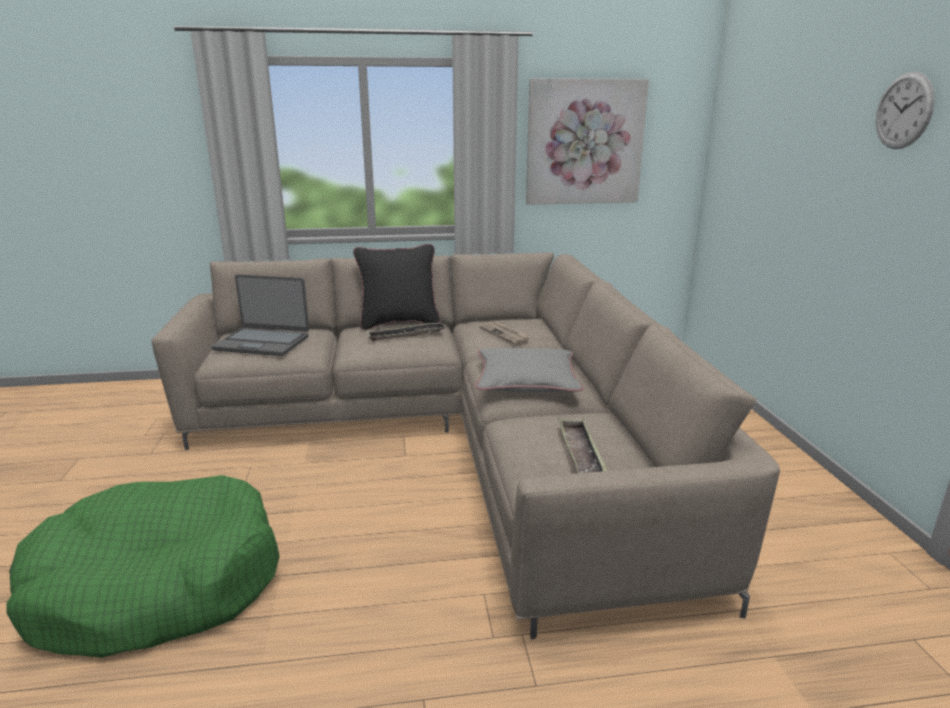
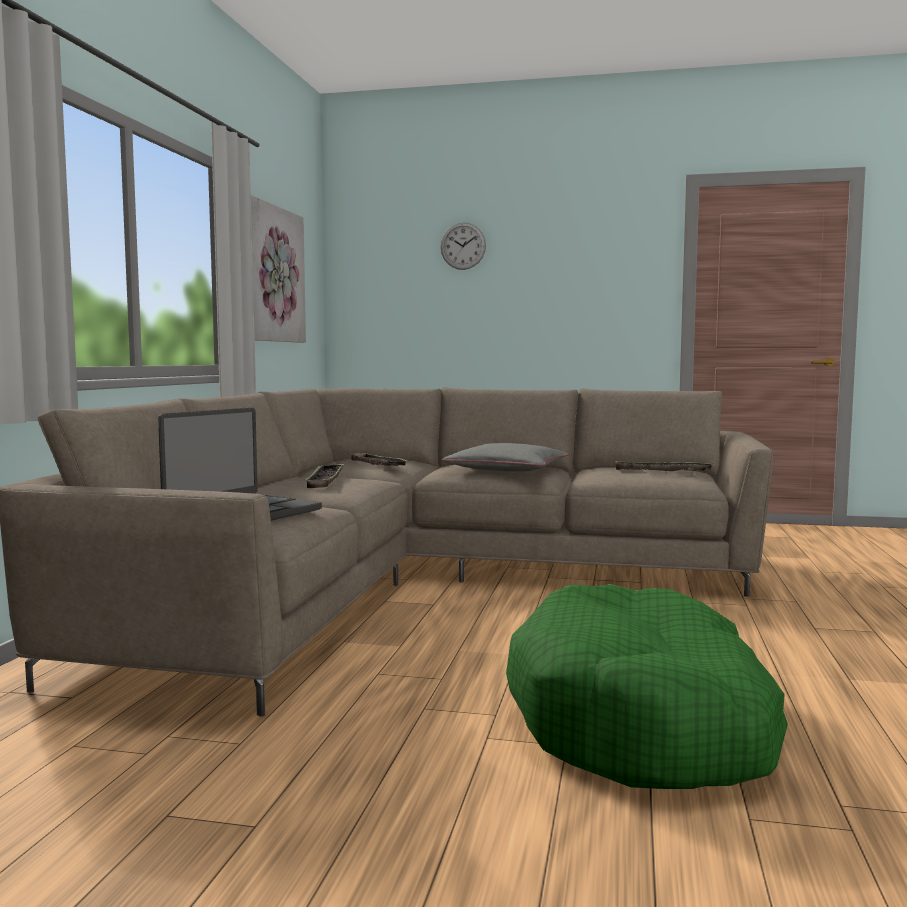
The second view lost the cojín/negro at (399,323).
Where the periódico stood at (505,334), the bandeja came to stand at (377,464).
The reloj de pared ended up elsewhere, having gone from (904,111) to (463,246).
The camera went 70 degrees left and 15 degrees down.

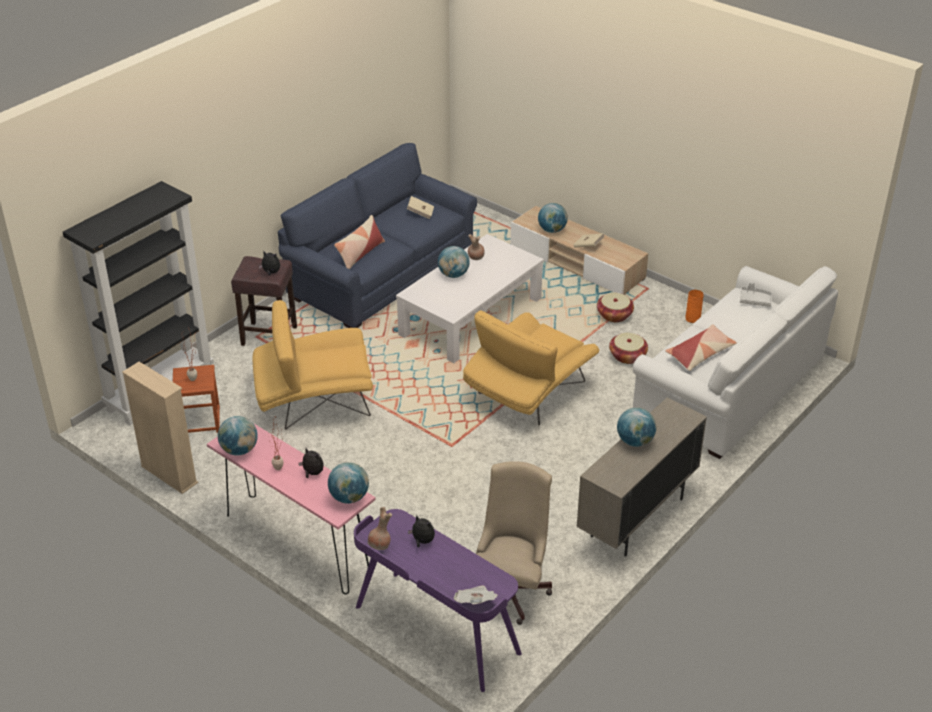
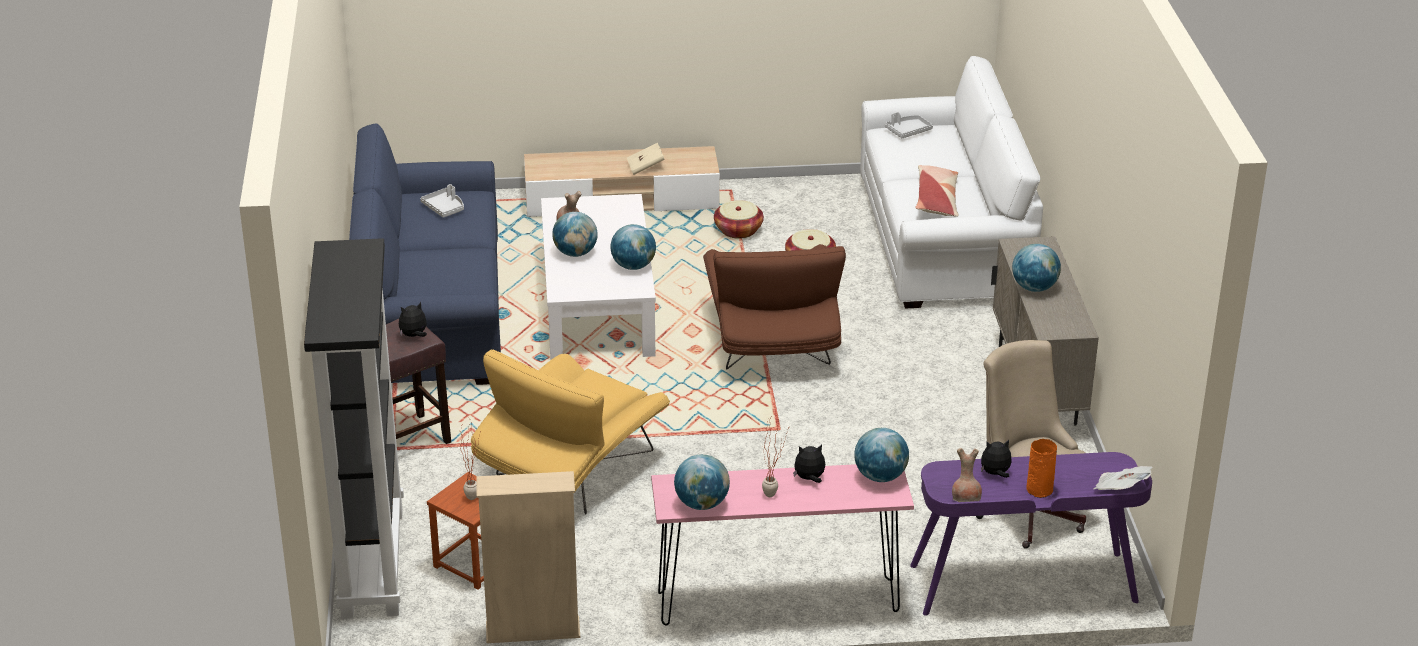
The second view lost the cojín at (360,254).
Where the libro/beis stood at (420,213), the bandeja/gris came to stand at (444,208).
What was the sillón/amarillo at (528,393) turned into the sillón/marrón at (773,343).
The globo terráqueo ended up elsewhere, having gone from (552,230) to (633,266).
The florero/naranja ended up elsewhere, having gone from (693,319) to (1040,489).
The camera went 45 degrees left and 5 degrees down.

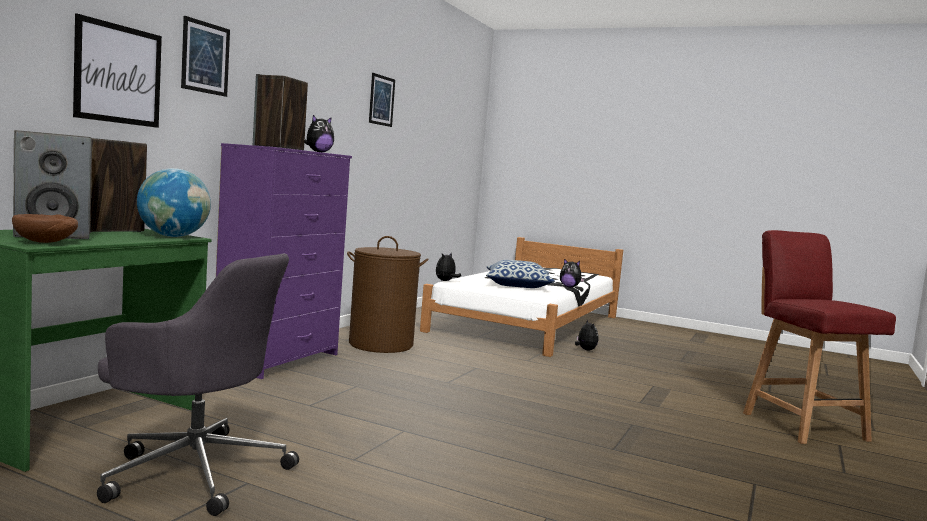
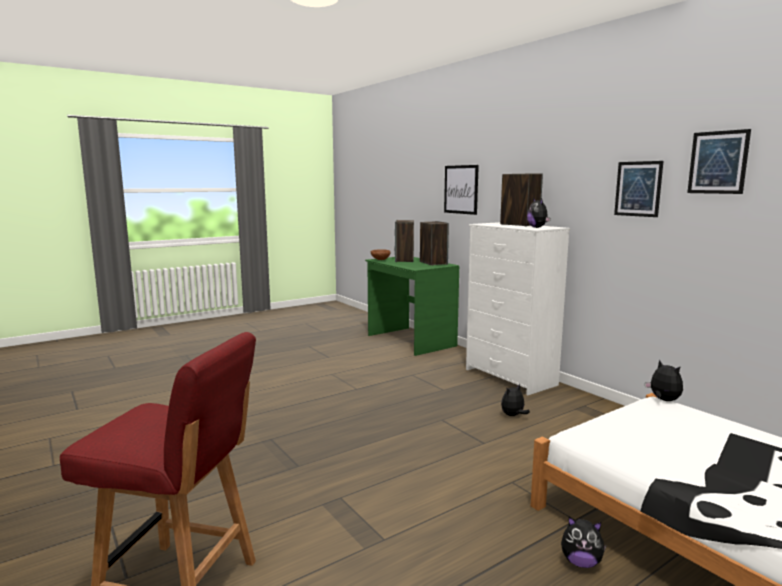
The second view lost the silla de oficina/gris at (194,471).
The second view lost the globo terráqueo at (173,236).
The cuadro ended up elsewhere, having gone from (205,57) to (638,189).
What was the cómoda/morado at (280,360) turned into the cómoda/blanco at (510,377).
The second view lost the cesto de la ropa/marrón at (381,344).
The second view lost the cojín at (517,286).
The peluche ended up elsewhere, having gone from (569,287) to (513,416).
The camera went 120 degrees right and 5 degrees up.

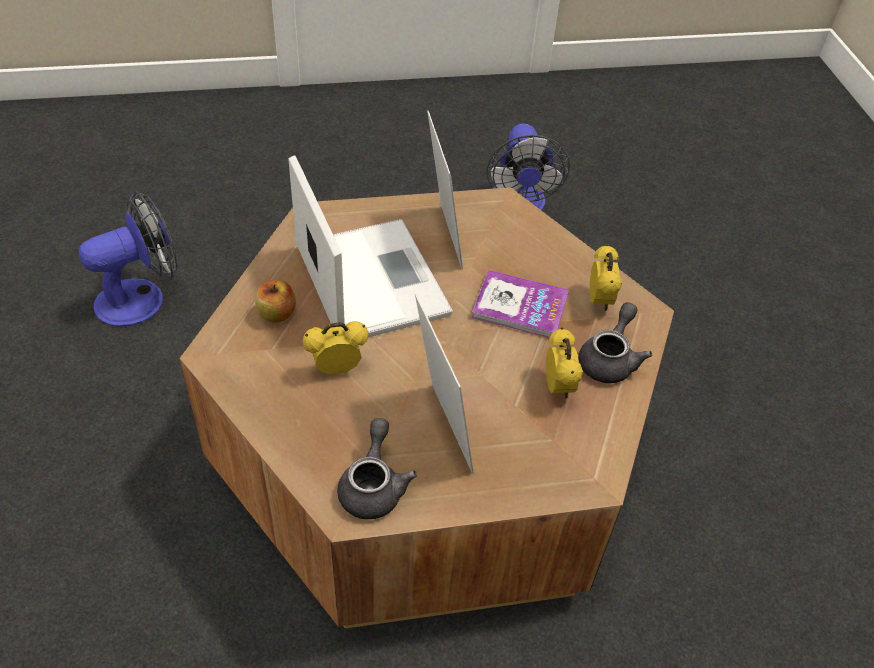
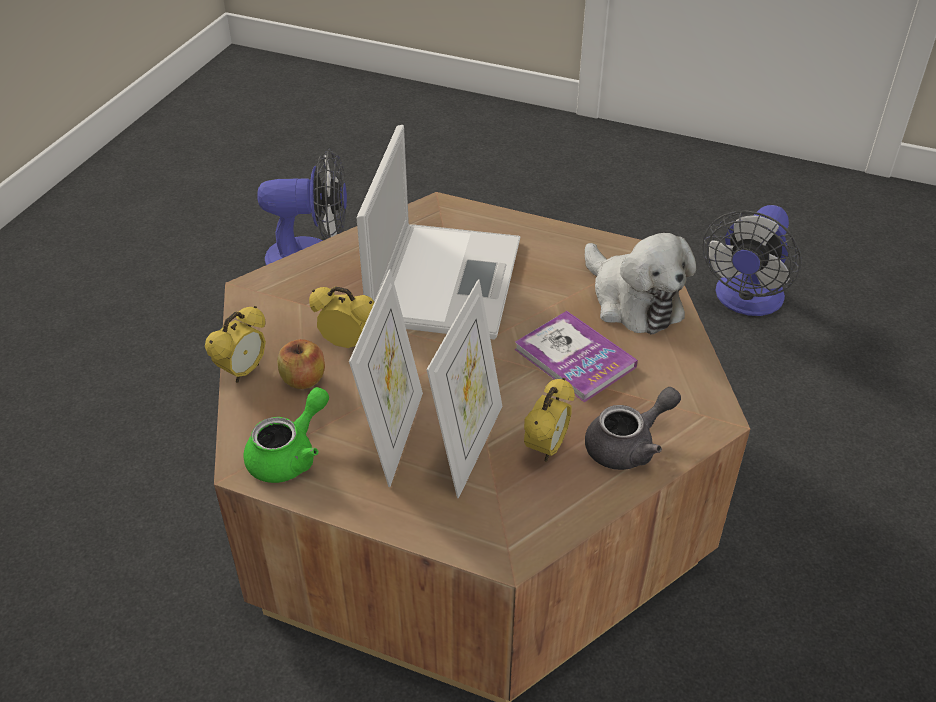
The manzana ended up elsewhere, having gone from (277,314) to (303,379).
What was the tetera/gris at (373,486) turned into the tetera/verde at (290,455).
The portarretratos ended up elsewhere, having gone from (442,237) to (468,446).
The despertador ended up elsewhere, having gone from (599,301) to (243,371).
The second view gained the peluche at (632,301).
The camera went 35 degrees right and 5 degrees down.

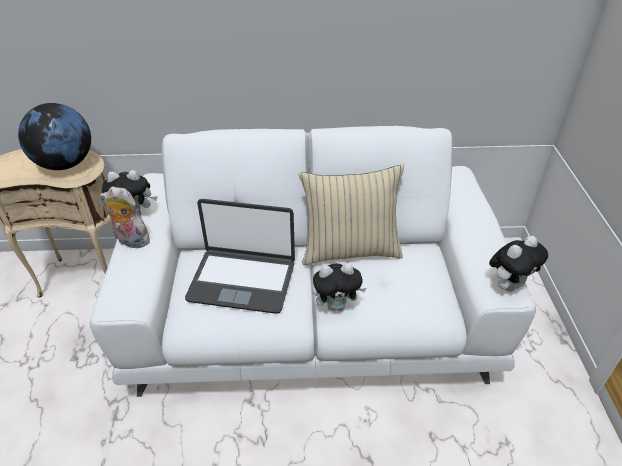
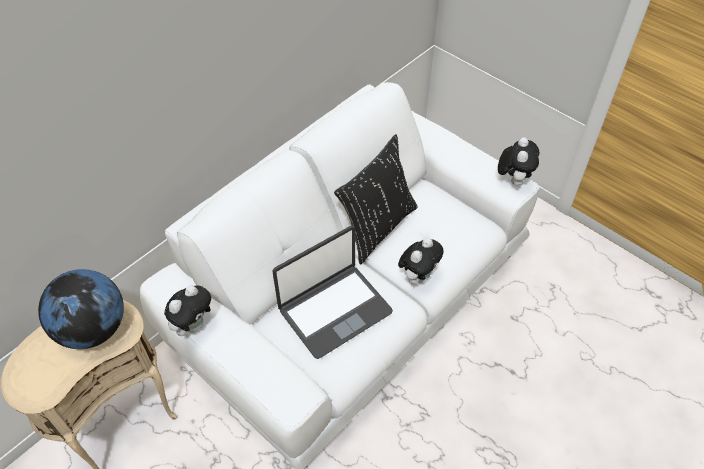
The second view lost the peluche at (131,241).
What was the cojín/beis at (350,250) turned into the cojín/negro at (377,227).
The camera went 45 degrees left and 10 degrees up.

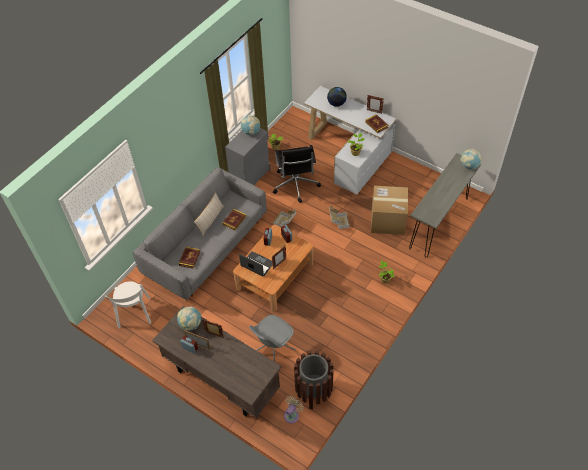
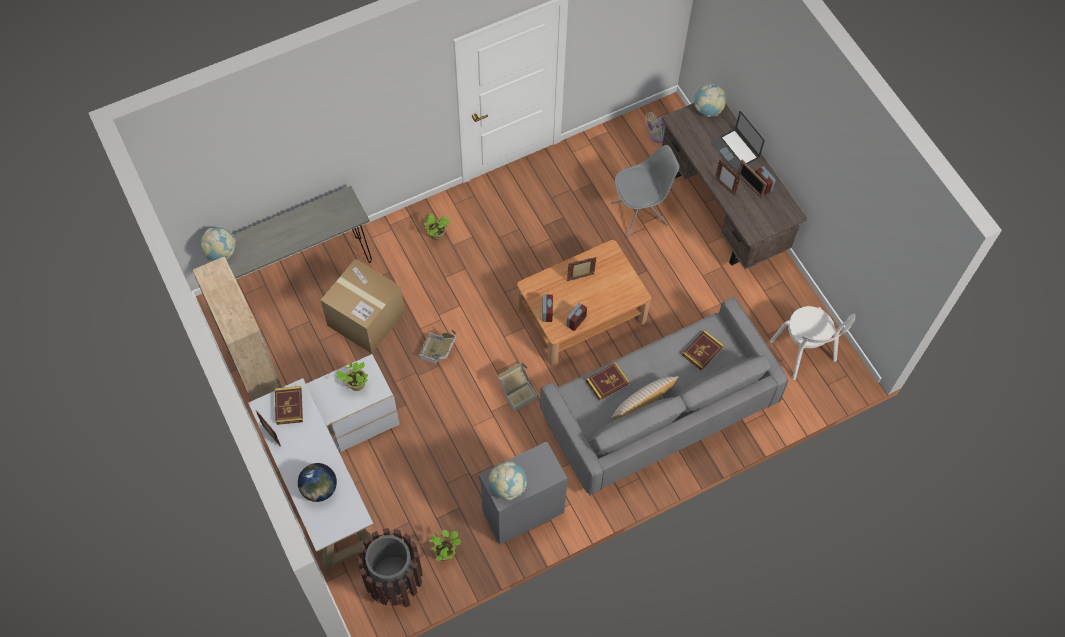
The silla/blanco at (134,314) ended up facing another way, 135 degrees clockwise from before.
The globo terráqueo ended up elsewhere, having gone from (190,324) to (708,110).
The portátil ended up elsewhere, having gone from (257,264) to (735,150).
The second view lost the silla de oficina/negro at (295,185).
The papelera/marrón ended up elsewhere, having gone from (313,391) to (395,581).
The second view gained the estantería/beis at (257,376).
The camera went 155 degrees left and 10 degrees up.

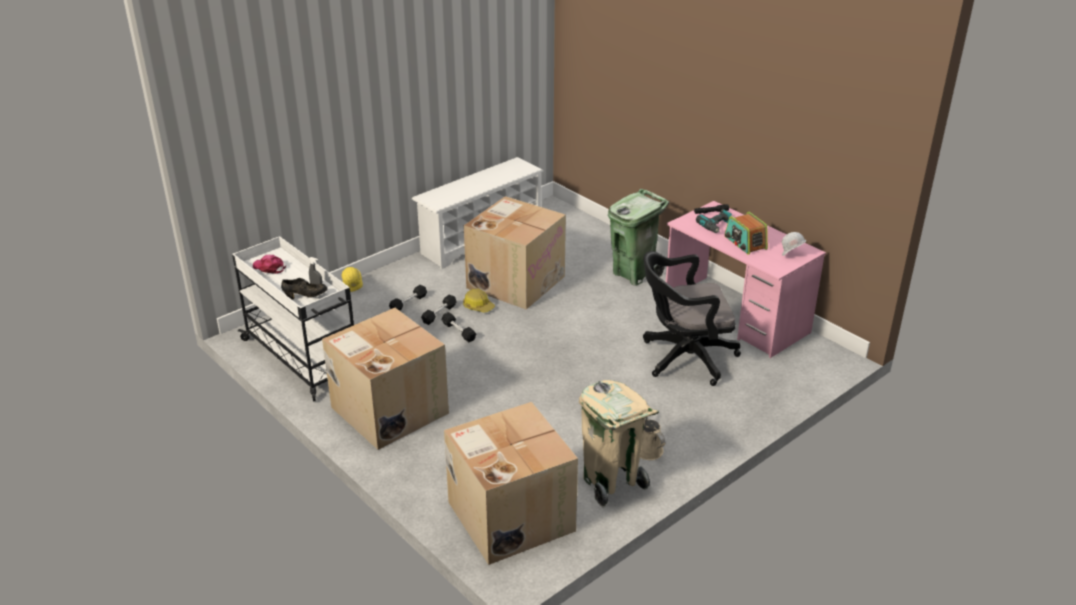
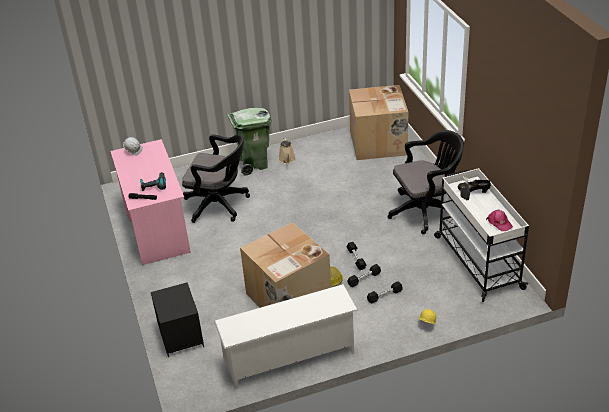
Where the caja de cartón stood at (388,410), the silla de oficina/negro came to stand at (426,210).
The second view lost the papelera/beis at (611,482).
The papelera/verde ended up elsewhere, having gone from (634,274) to (253,164).
The second view lost the radio at (745,243).
The second view gained the mesita de noche/negro at (180,336).
The camera went 155 degrees left and 5 degrees up.

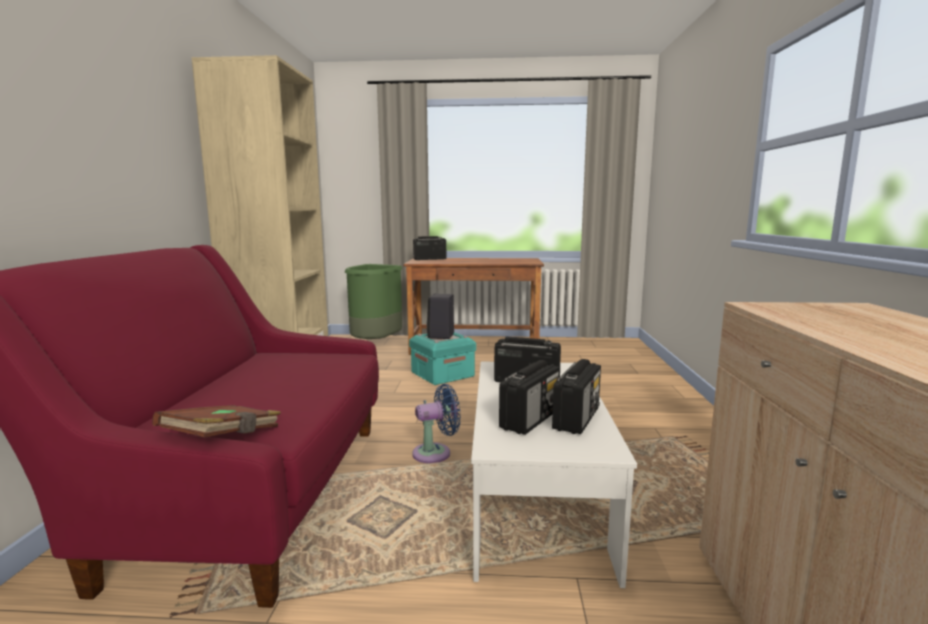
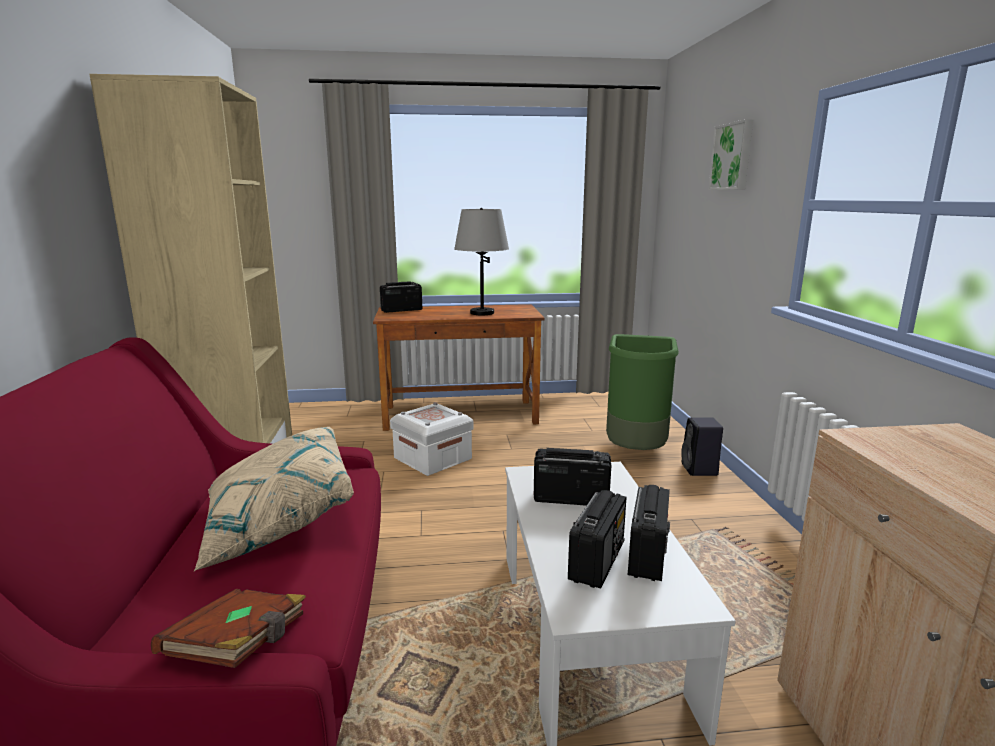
The papelera/verde ended up elsewhere, having gone from (375,343) to (636,451).
What was the caja de almacenaje/turquesa at (442,374) turned into the caja de almacenaje/blanco at (432,458).
The second view lost the ventilador/azul at (436,453).
The altavoz/negro ended up elsewhere, having gone from (441,336) to (700,470).
The second view gained the cojín/beis at (277,523).
The second view gained the lámpara de mesa/gris at (481,313).
The second view gained the cuadro at (733,157).
The camera went 10 degrees left and 5 degrees up.

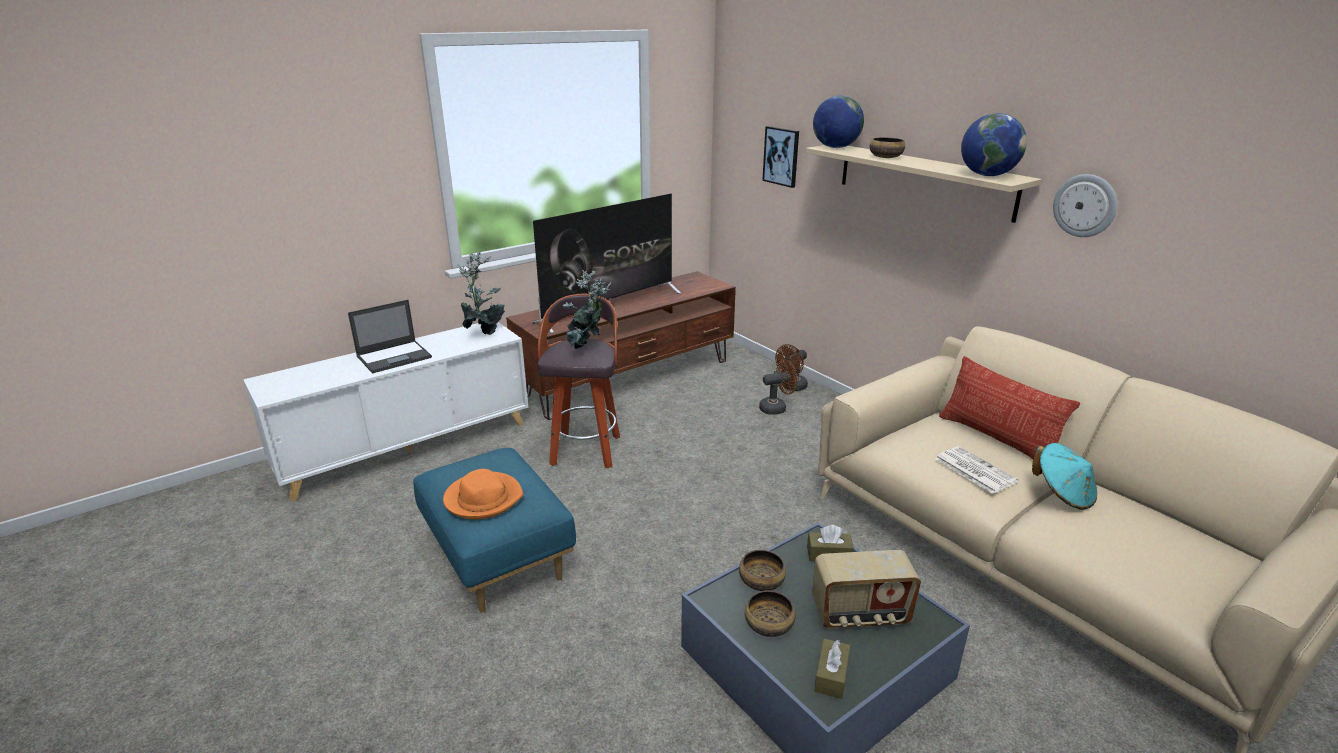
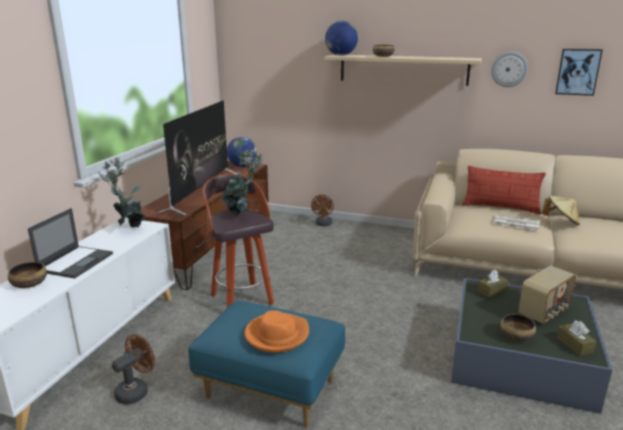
The cuenco ended up elsewhere, having gone from (761,581) to (29,284).
The ventilador/marrón ended up elsewhere, having gone from (776,408) to (136,390).
The cuadro ended up elsewhere, having gone from (781,156) to (578,72).
The globo terráqueo ended up elsewhere, having gone from (987,175) to (242,166).
What was the sombrero/turquesa at (1062,494) turned into the sombrero/beis at (561,221).
The camera went 35 degrees left and 5 degrees down.

